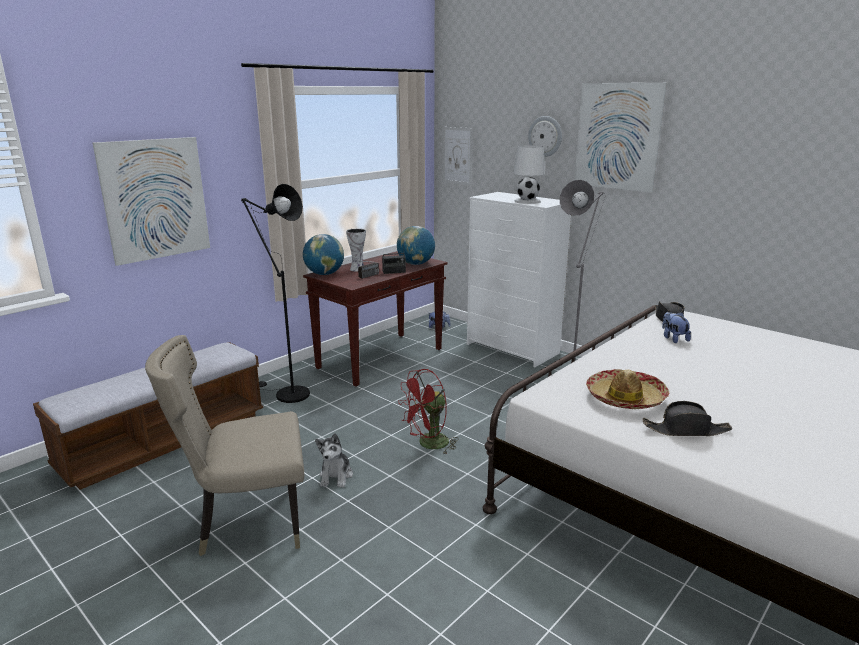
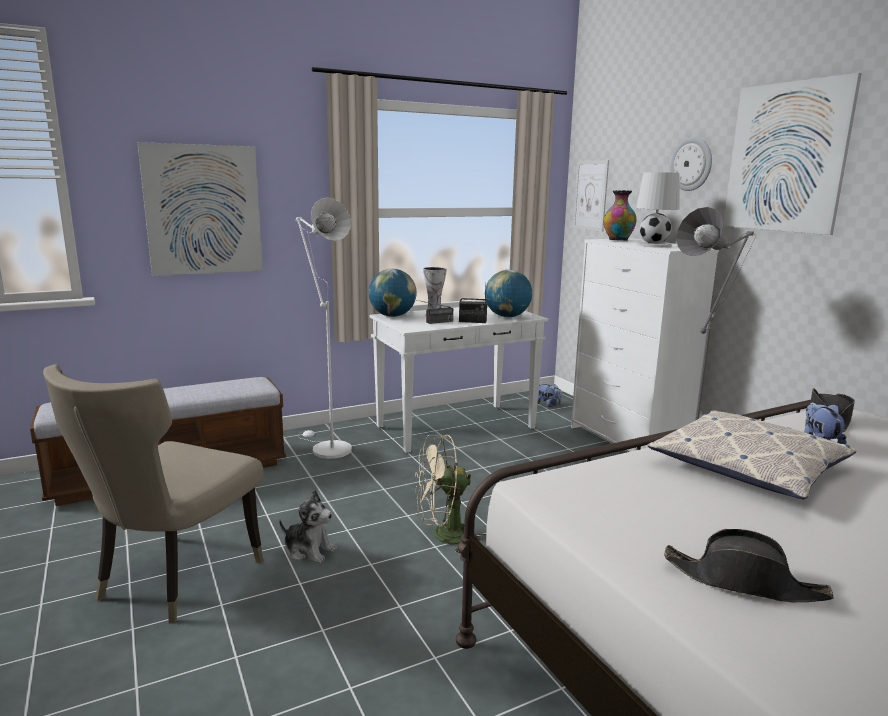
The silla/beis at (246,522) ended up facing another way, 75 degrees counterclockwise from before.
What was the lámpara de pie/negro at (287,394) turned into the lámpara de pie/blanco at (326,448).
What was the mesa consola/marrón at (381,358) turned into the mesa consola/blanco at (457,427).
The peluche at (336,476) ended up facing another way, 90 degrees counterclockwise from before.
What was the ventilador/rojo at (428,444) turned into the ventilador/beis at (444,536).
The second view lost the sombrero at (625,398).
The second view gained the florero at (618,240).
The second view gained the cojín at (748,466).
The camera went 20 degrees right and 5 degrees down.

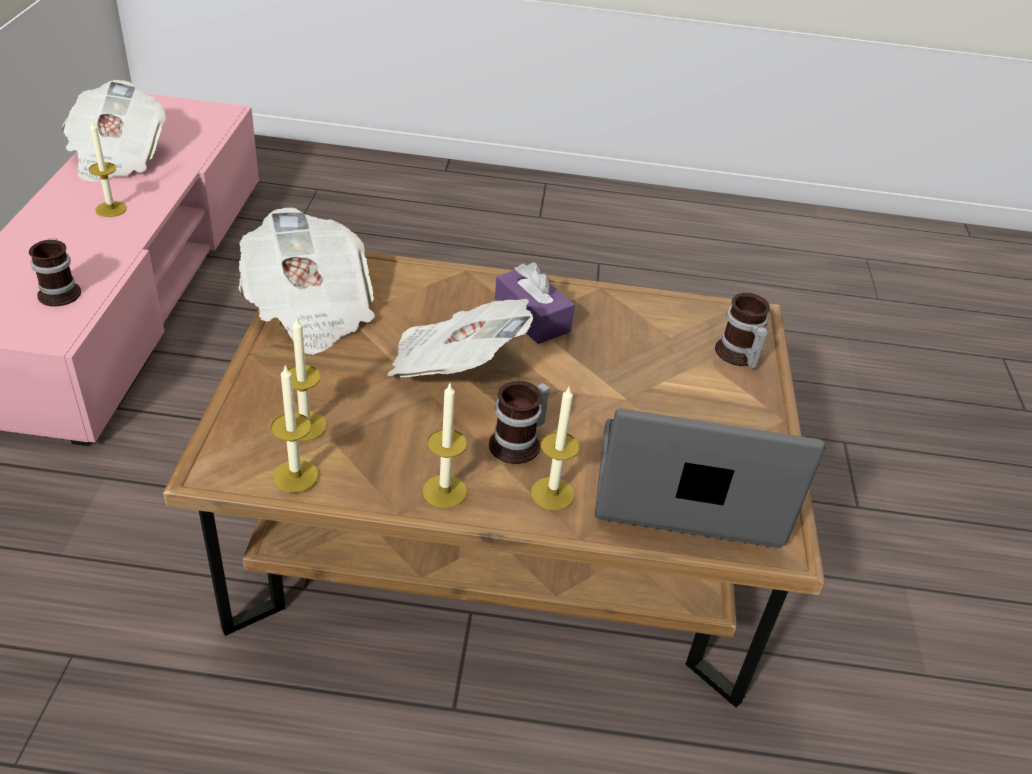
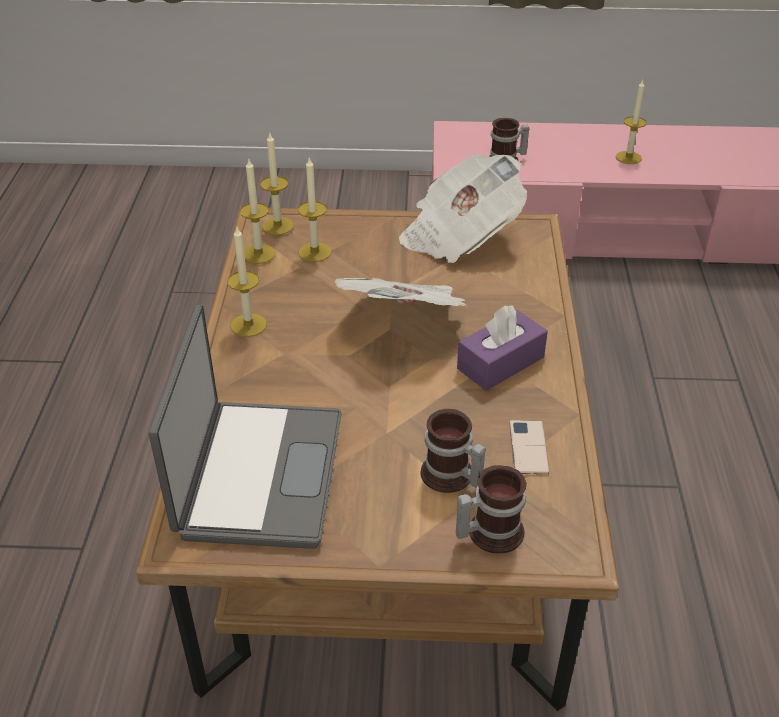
The second view lost the periódico at (116,157).
The taza grande ended up elsewhere, having gone from (520,444) to (449,477).
The vela ended up elsewhere, having gone from (552,493) to (277,226).
The second view gained the móvil at (528,447).
The camera went 90 degrees right and 0 degrees up.

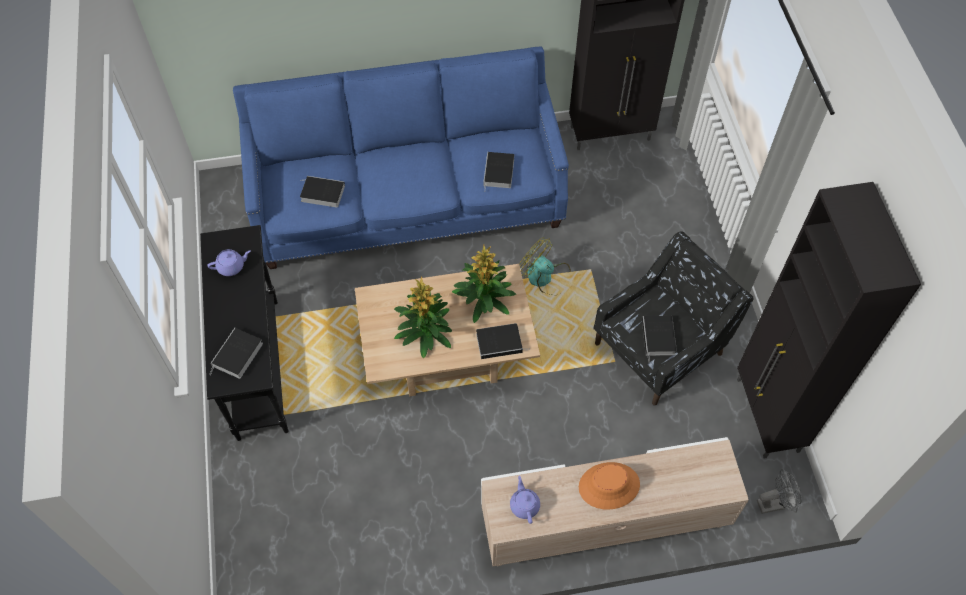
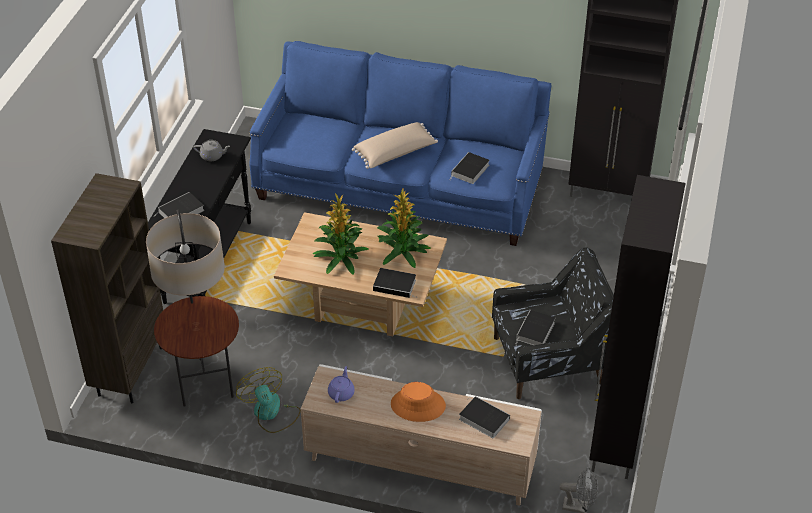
What was the tetera/morado at (231,267) turned into the tetera/gris at (212,156).
The libro ended up elsewhere, having gone from (321,193) to (482,419).
The ventilador ended up elsewhere, having gone from (545,277) to (271,413).
The second view gained the estantería/marrón at (129,370).
The second view gained the lámpara de pie at (205,382).
The second view gained the cojín/beis at (395,154).
The camera went 25 degrees right and 15 degrees down.

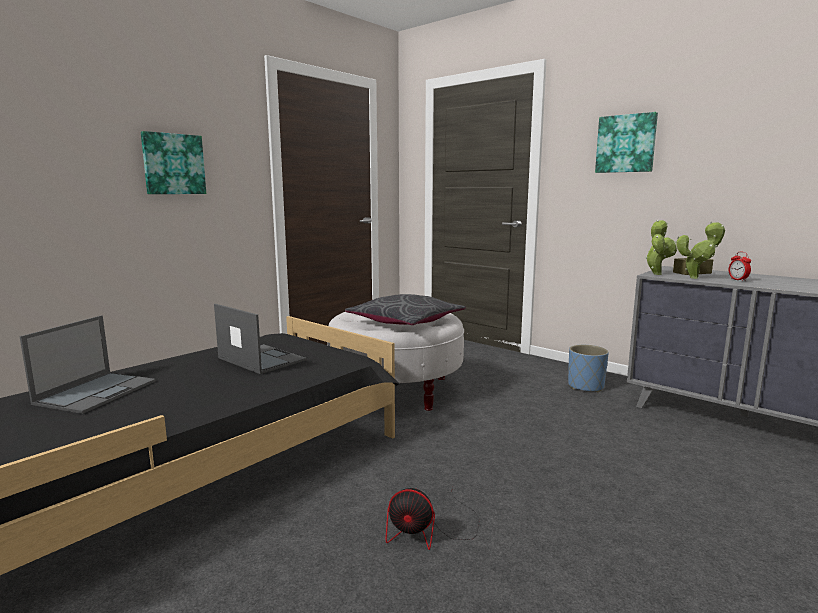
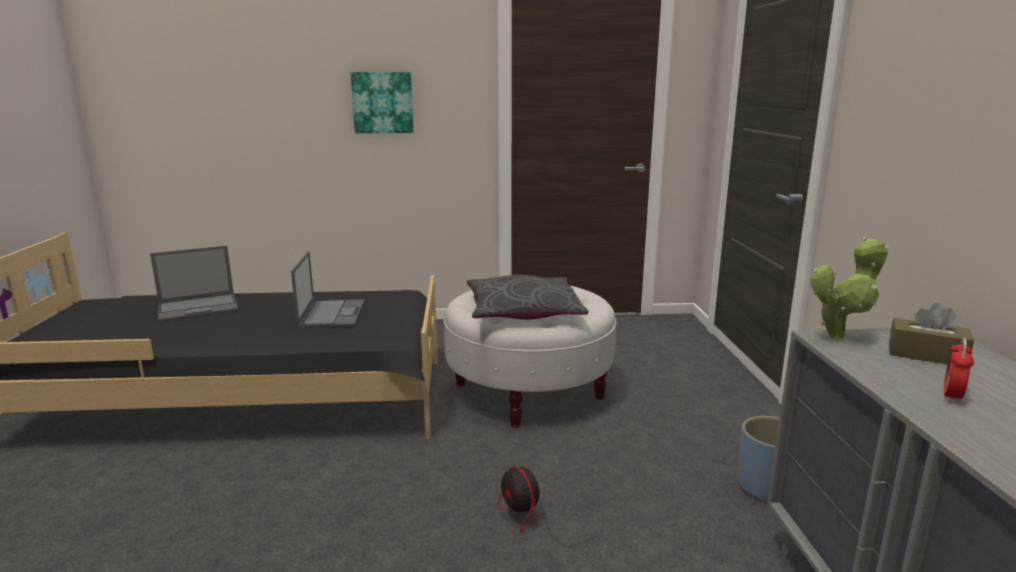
The ventilador ended up elsewhere, having gone from (430,530) to (543,519).
The second view lost the cuadro at (626,143).
The second view lost the planta en maceta at (696,278).
The camera went 45 degrees right and 5 degrees up.

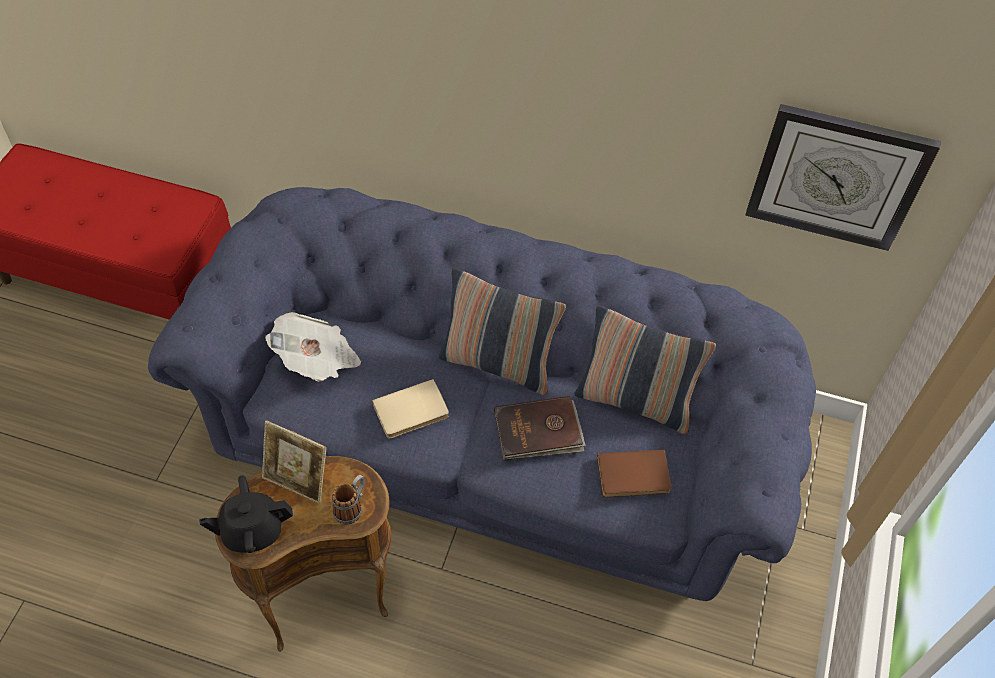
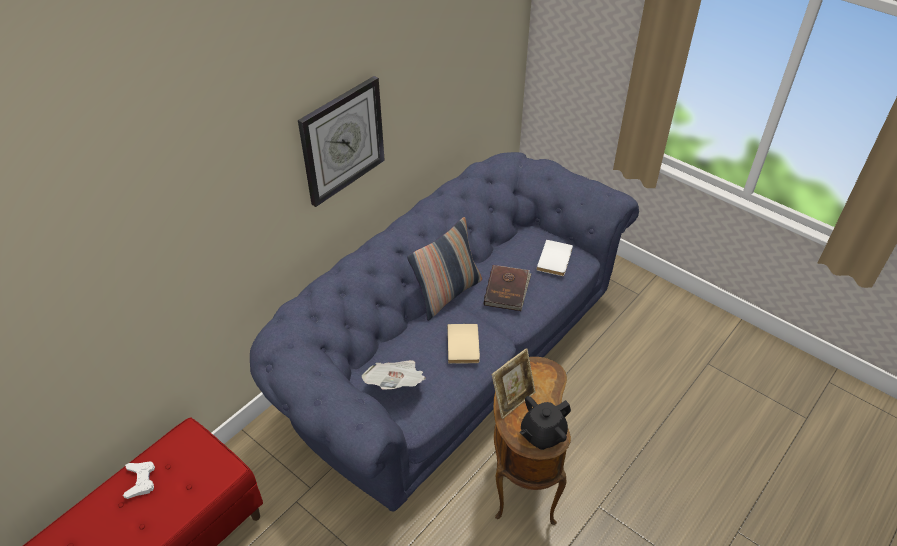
The tetera/negro at (251,531) ended up facing another way, 45 degrees clockwise from before.
The second view lost the taza grande at (352,507).
The second view lost the cojín at (635,401).
What was the libro/marrón at (633,477) turned into the libro/blanco at (556,259).
The reloj de pared ended up elsewhere, having gone from (837,177) to (342,140).
The second view gained the mando de consola/blanco at (140,481).
The camera went 65 degrees left and 10 degrees down.

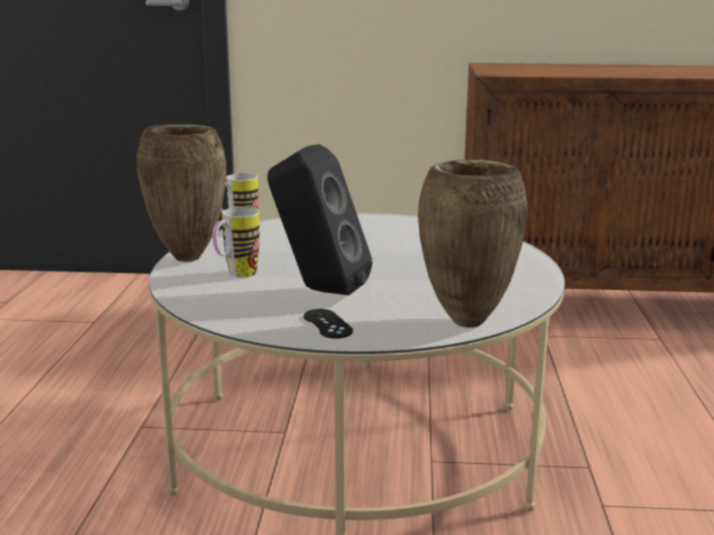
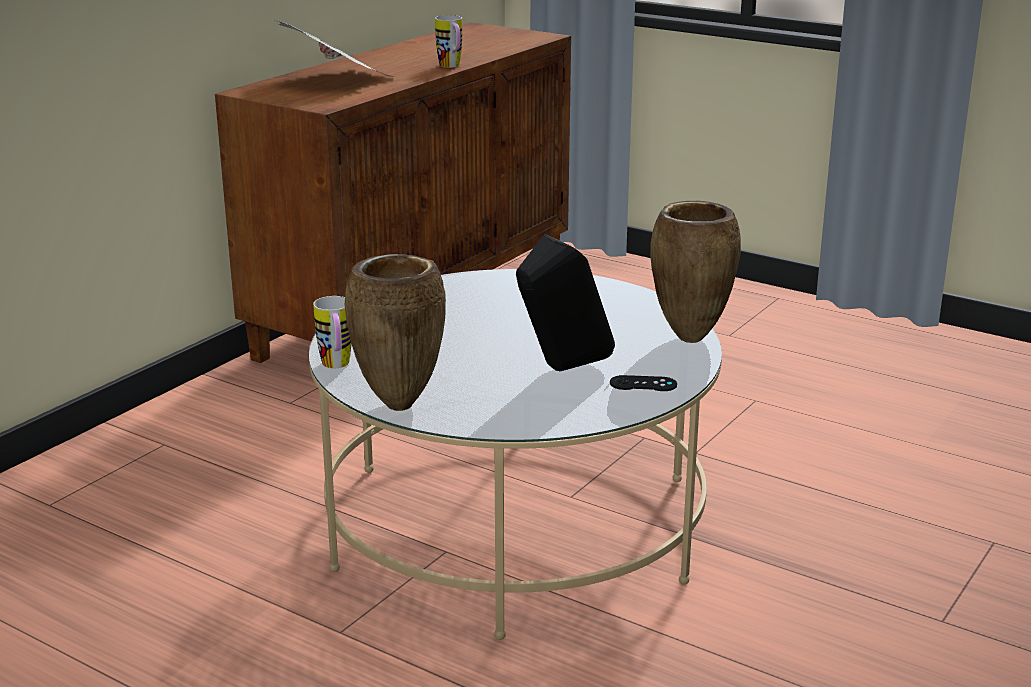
The taza grande ended up elsewhere, having gone from (236,275) to (452,67).
The second view gained the periódico at (336,80).
The camera went 60 degrees left and 5 degrees up.

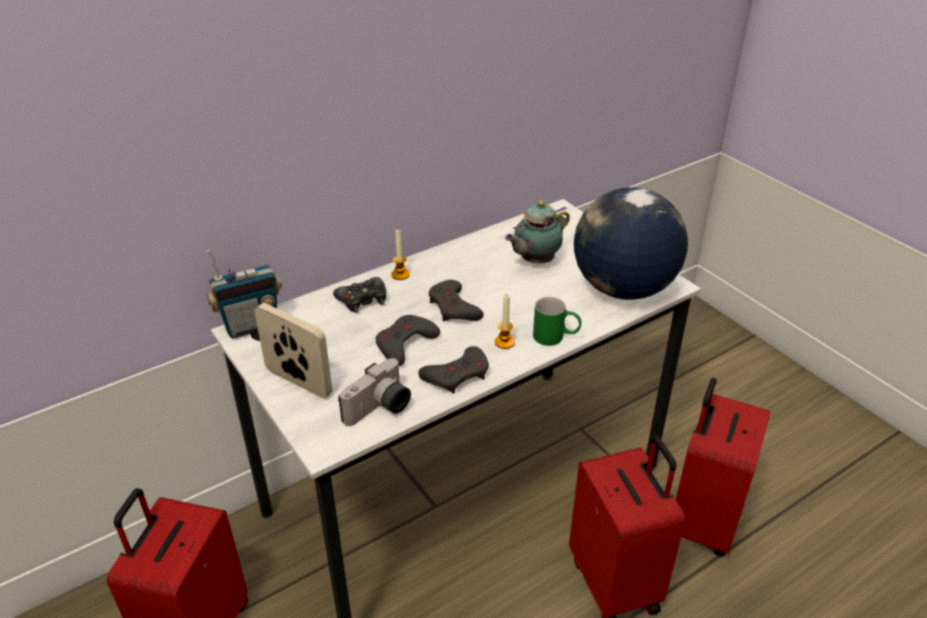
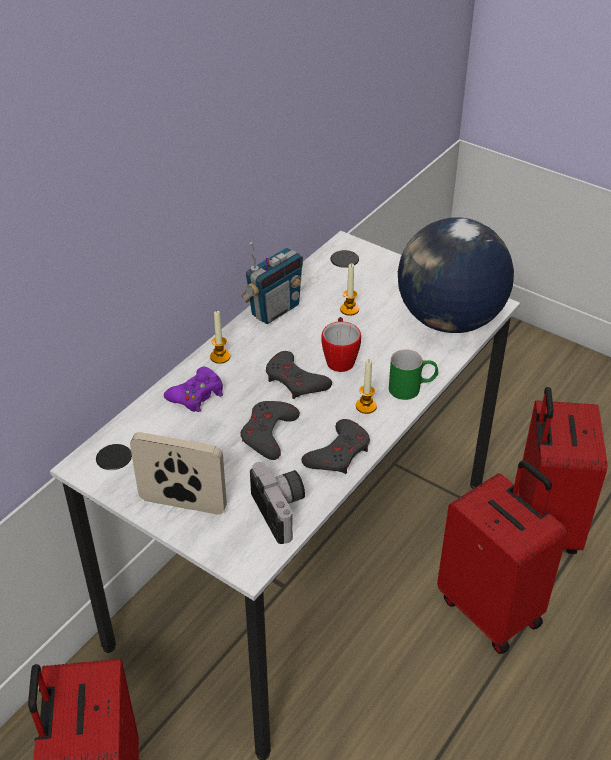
The radio ended up elsewhere, having gone from (251,326) to (274,310).
What was the mando de consola/negro at (363,300) turned into the mando de consola/morado at (197,395).
The cámara at (380,409) ended up facing another way, 45 degrees counterclockwise from before.
Where the tetera stood at (535,261), the vela came to stand at (349,309).
The second view gained the taza grande at (340,358).
The camera went 20 degrees left and 5 degrees up.

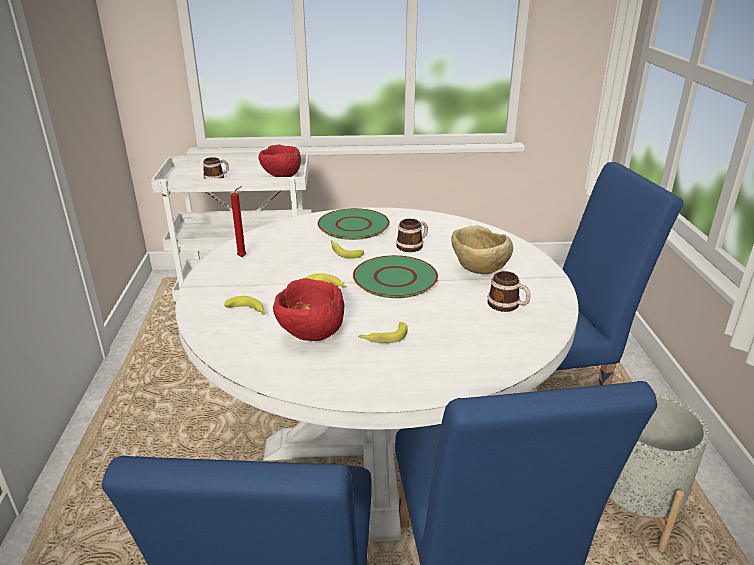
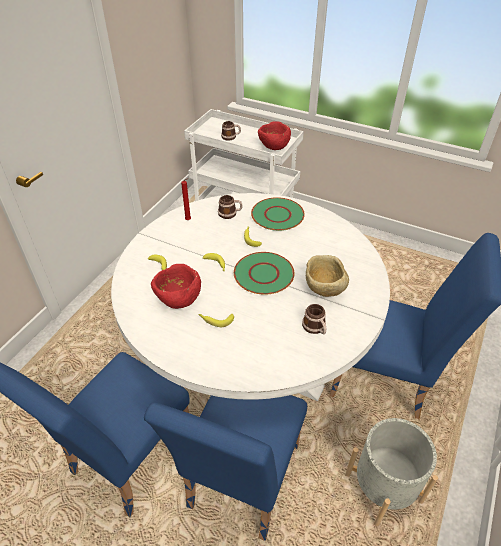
The taza grande ended up elsewhere, having gone from (412,245) to (230,213).
The camera went 30 degrees right and 15 degrees up.

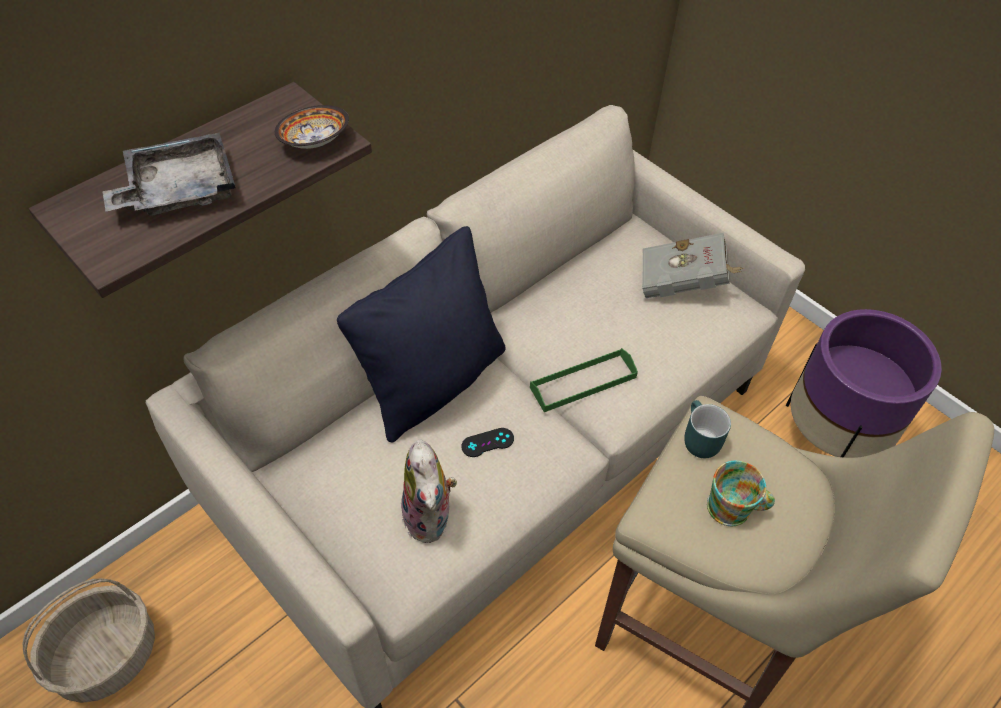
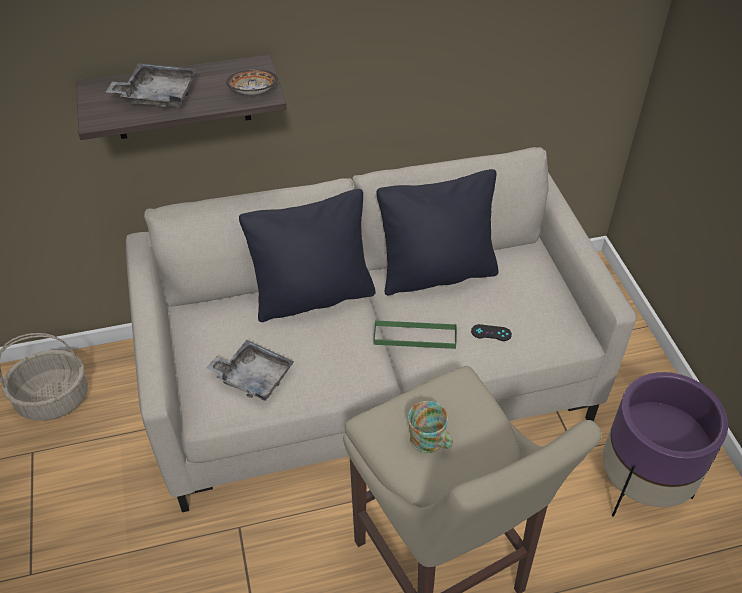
Where the peluche stood at (431,517), the bandeja/gris came to stand at (253,377).
The mando de consola/negro ended up elsewhere, having gone from (487,442) to (491,333).
The second view lost the libro/gris at (684,283).
The second view lost the taza grande/turquesa at (696,439).
The second view gained the cojín/negro at (437,273).
The camera went 30 degrees right and 5 degrees down.

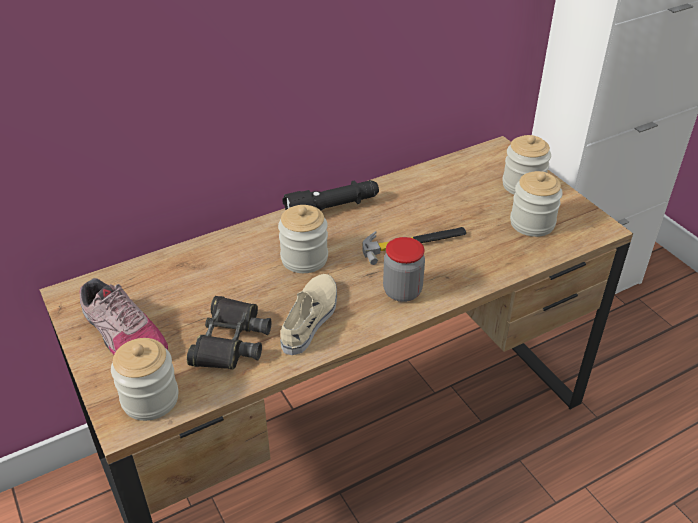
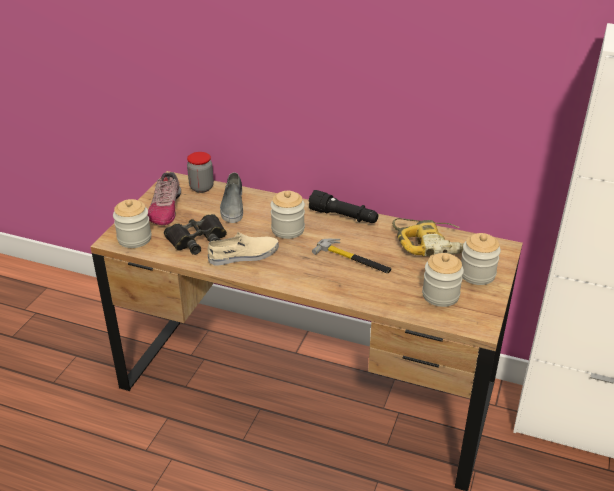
The tarro ended up elsewhere, having gone from (402,291) to (201,187).
The second view gained the zapato/gris at (232,206).
The second view gained the taladro at (433,244).
The camera went 50 degrees right and 5 degrees down.

